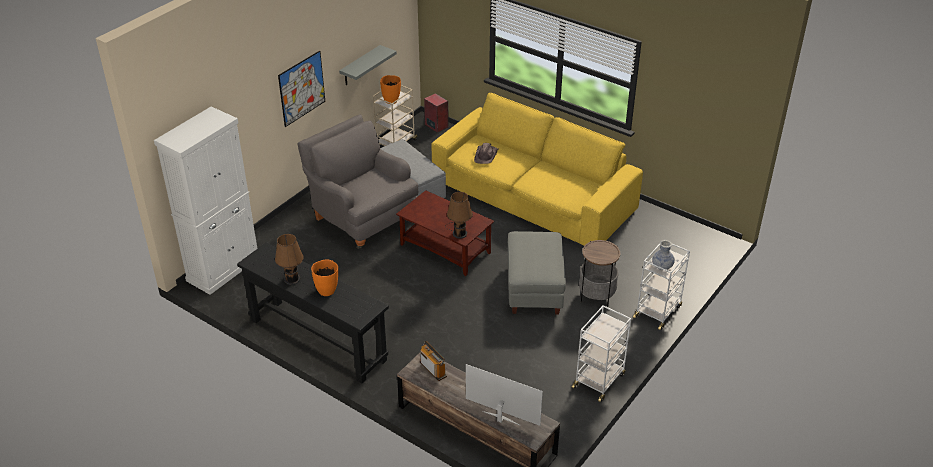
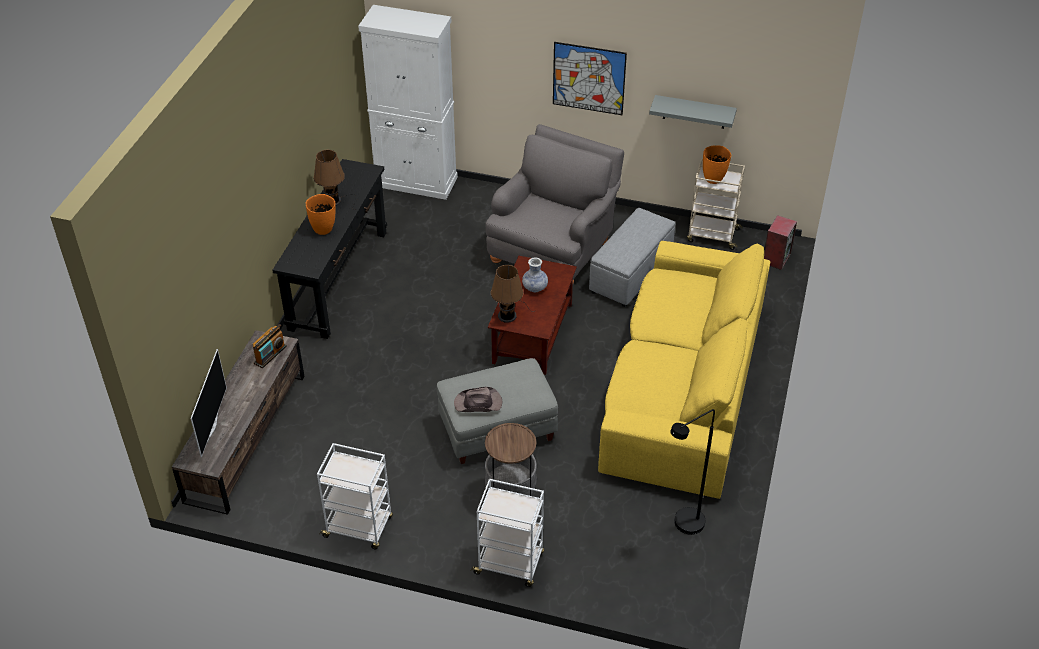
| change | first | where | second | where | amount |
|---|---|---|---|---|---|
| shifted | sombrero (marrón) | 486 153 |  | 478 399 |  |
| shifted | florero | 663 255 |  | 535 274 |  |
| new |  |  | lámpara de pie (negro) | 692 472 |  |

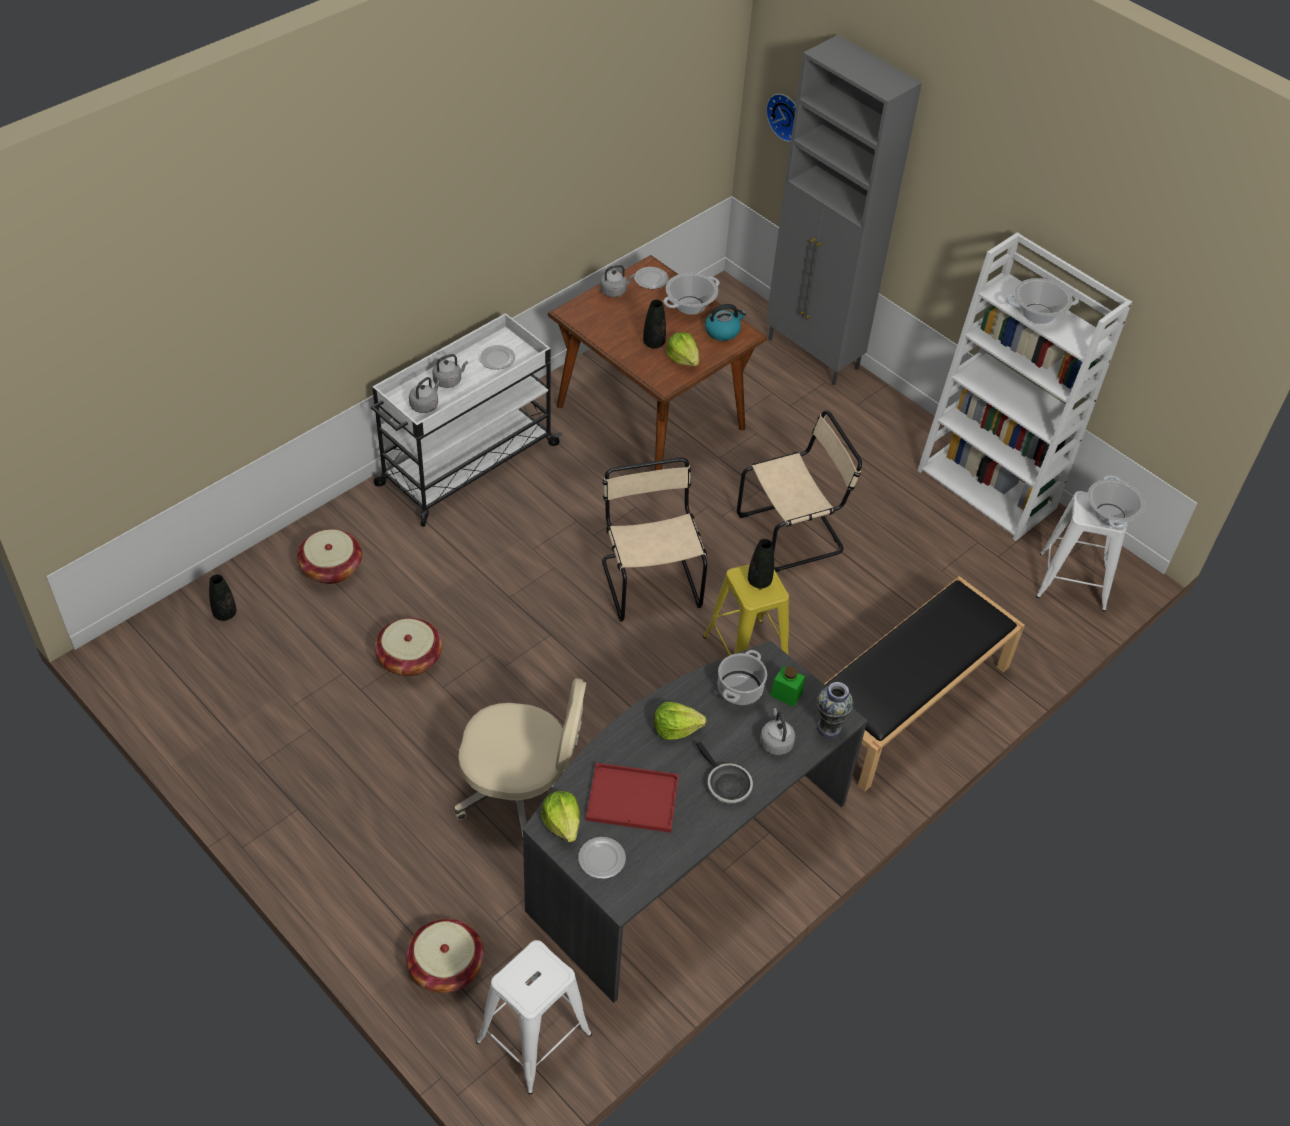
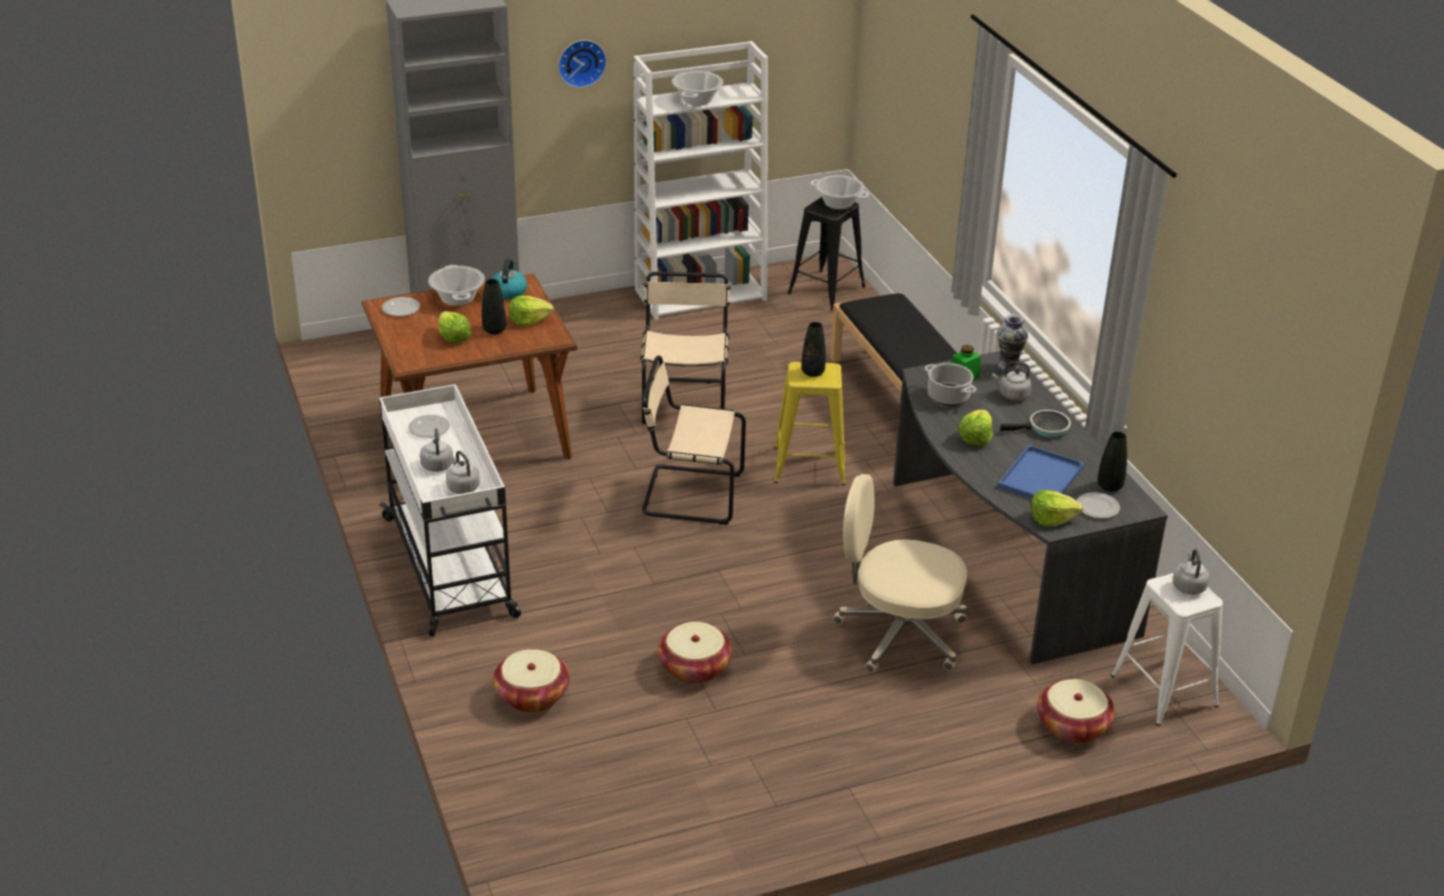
| change | first | where | second | where | amount |
|---|---|---|---|---|---|
| shifted | reloj de pared | 781 118 |  | 582 64 |  |
| shifted | hervidor (gris) | 617 281 |  | 1191 572 |  |
| repainted | taburete (blanco) | 1081 551 | taburete (negro) | 826 253 |  |
| shifted | florero (negro) | 222 597 |  | 1112 461 |  |
| rotated | silla de oficina (beis) | 520 760 |  | 900 573 | 105 degrees counterclockwise |
| repainted | bandeja (rojo) | 632 798 | bandeja (azul) | 1041 472 |  |
| new |  |  | lechuga | 454 327 |  |

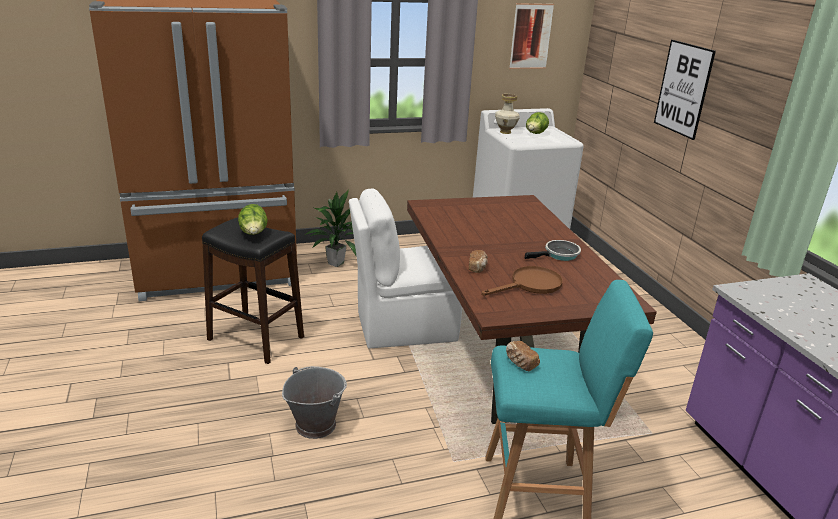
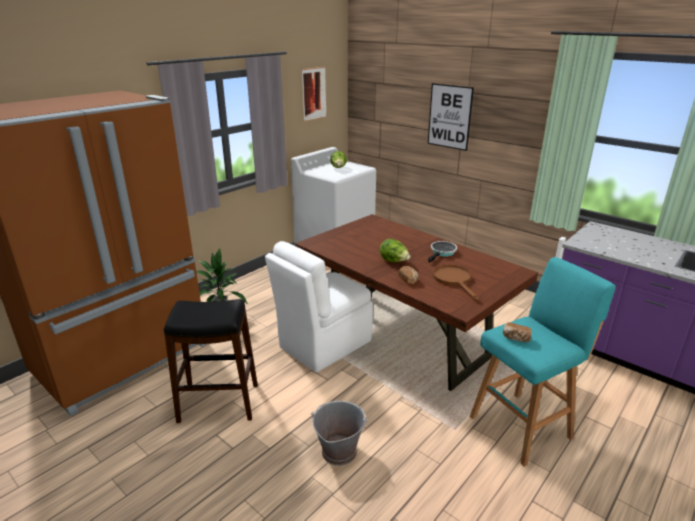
| change | first | where | second | where | amount |
|---|---|---|---|---|---|
| gone | florero | 507 114 |  |  |  |
| shifted | lechuga | 253 219 |  | 395 250 |  |
| rotated | sartén (marrón) | 522 281 |  | 456 283 | 45 degrees counterclockwise |

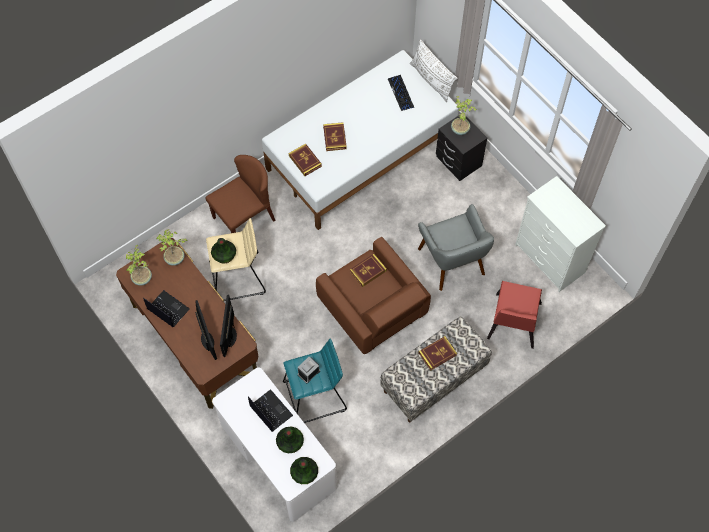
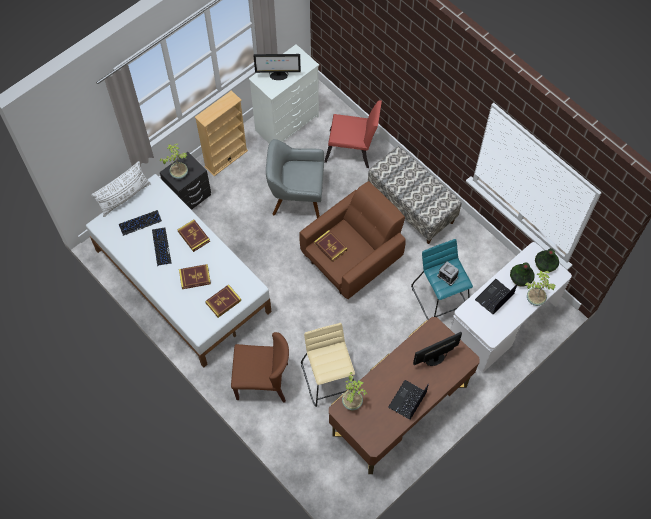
| change | first | where | second | where | amount |
|---|---|---|---|---|---|
| rotated | silla (marrón) | 241 194 |  | 260 367 | 135 degrees clockwise |
| rotated | sillón (gris) | 456 247 |  | 295 178 | 150 degrees counterclockwise |
| gone | florero | 223 251 |  |  |  |
| shifted | planta en maceta | 139 265 |  | 540 288 |  |
| shifted | monitor | 228 326 |  | 277 67 |  |
| shifted | libro | 438 353 |  | 194 236 |  |
| new |  |  | estantería (beis) | 221 133 |  |
| new |  |  | teclado | 162 247 |  |

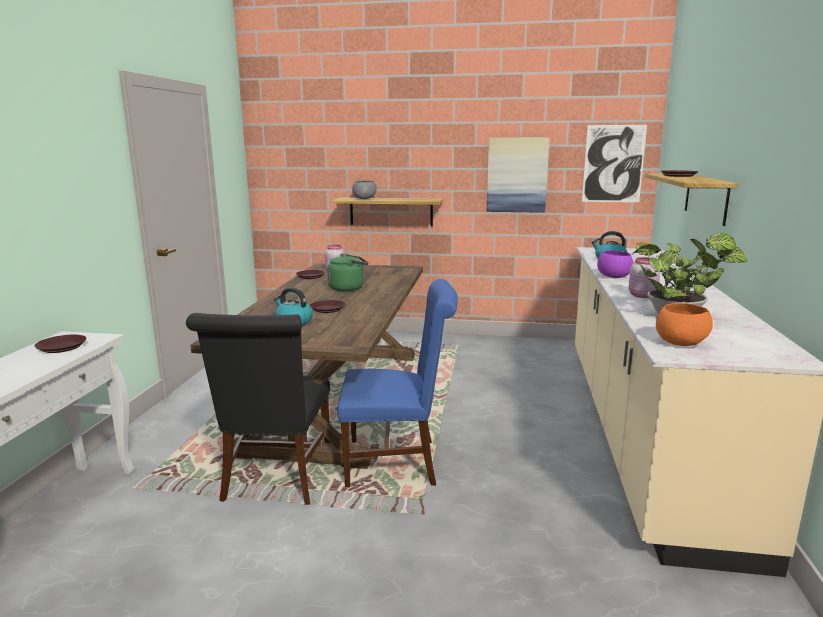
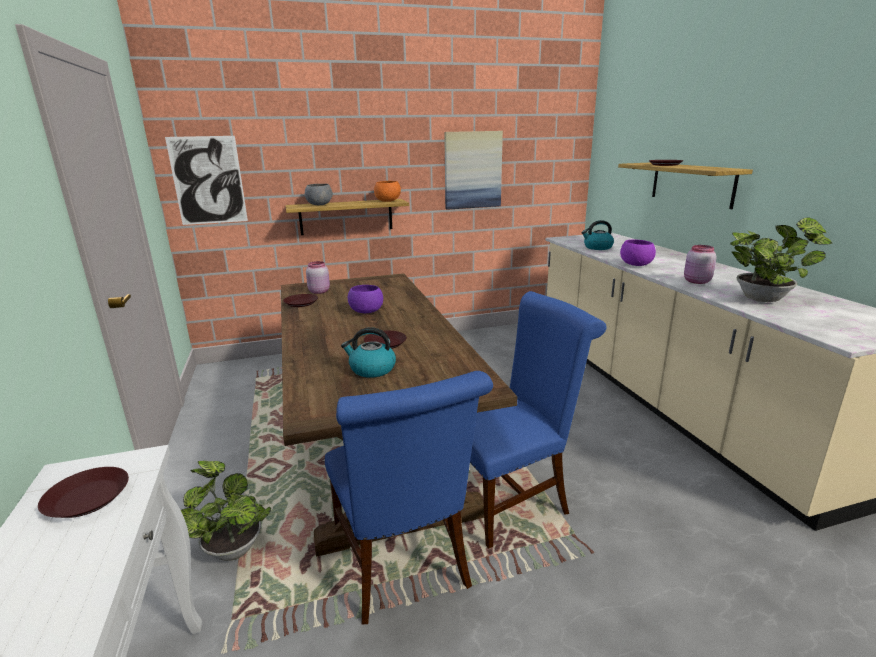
| change | first | where | second | where | amount |
|---|---|---|---|---|---|
| shifted | cuadro | 614 163 |  | 206 180 |  |
| swapped | hervidor (verde) | 347 272 | cuenco (morado) | 365 299 |  |
| shifted | cuenco (naranja) | 684 324 |  | 387 191 |  |
| repainted | silla (negro) | 258 409 | silla (azul) | 409 498 |  |
| new |  |  | planta en maceta | 226 511 |  |

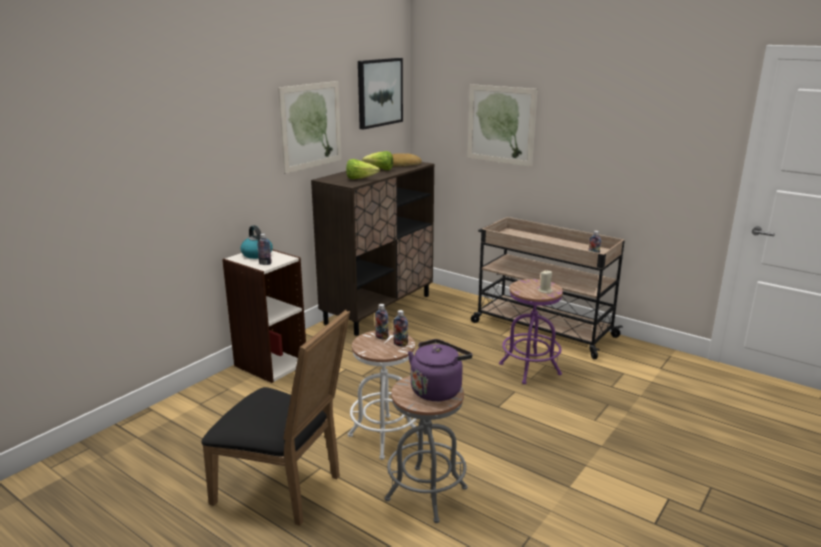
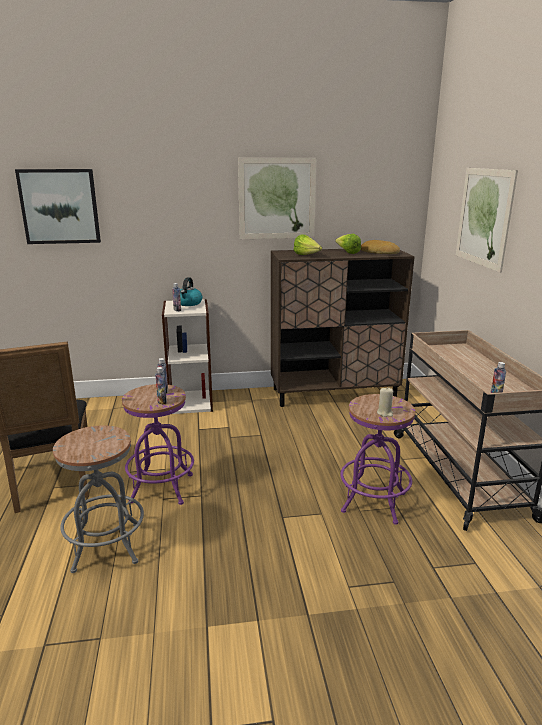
| change | first | where | second | where | amount |
|---|---|---|---|---|---|
| shifted | cuadro | 380 94 |  | 58 206 |  |
| repainted | taburete (blanco) | 383 395 | taburete (morado) | 158 444 |  |
| gone | hervidor (morado) | 440 370 |  |  |  |

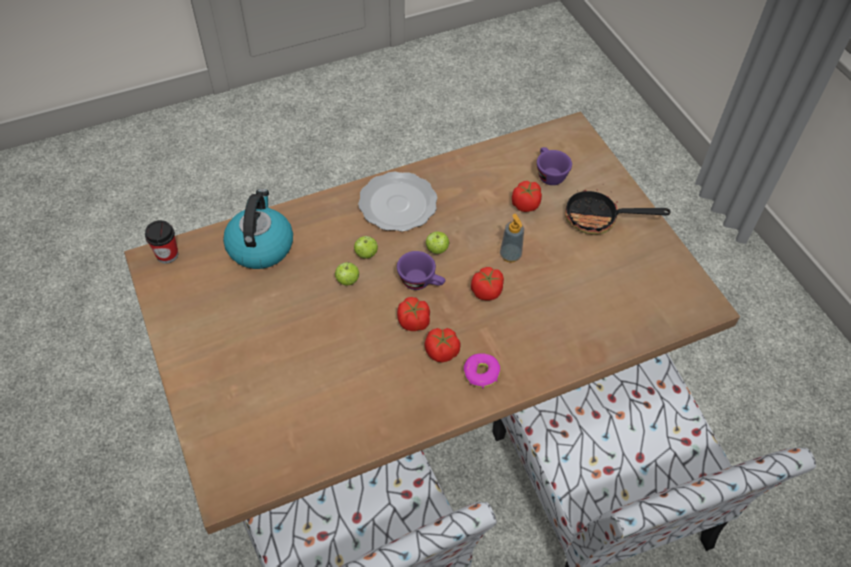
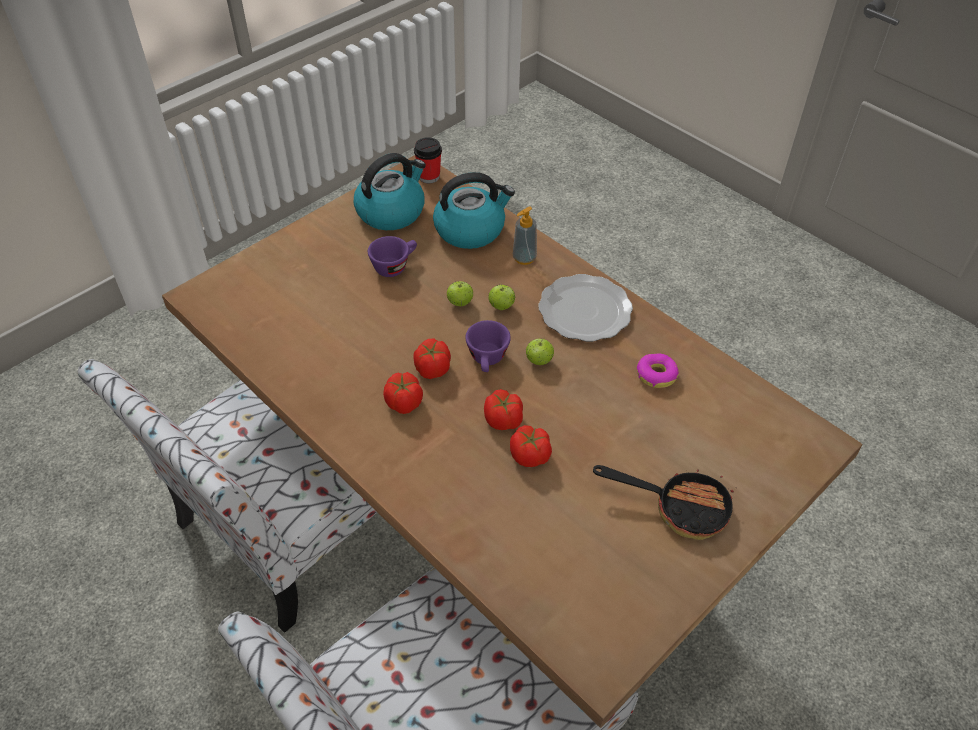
| change | first | where | second | where | amount |
|---|---|---|---|---|---|
| shifted | taza (morado) | 554 166 |  | 392 256 |  |
| shifted | tomate | 527 196 |  | 531 446 |  |
| rotated | sartén | 617 212 |  | 663 502 | 120 degrees clockwise |
| shifted | dispensador de jabón | 512 238 |  | 525 235 |  |
| shifted | rosquilla | 482 370 |  | 658 370 |  |
| new |  |  | hervidor | 390 191 |  |

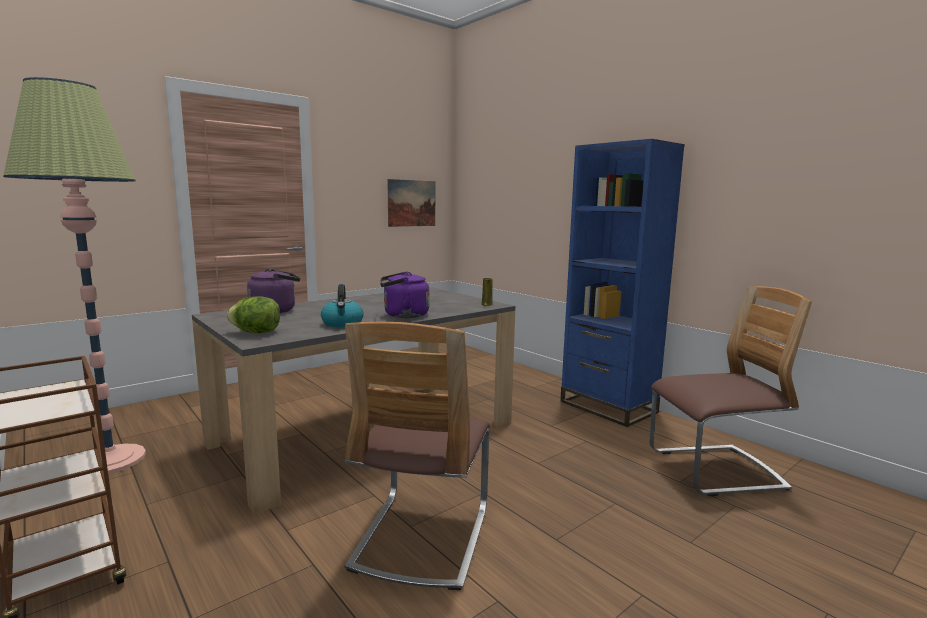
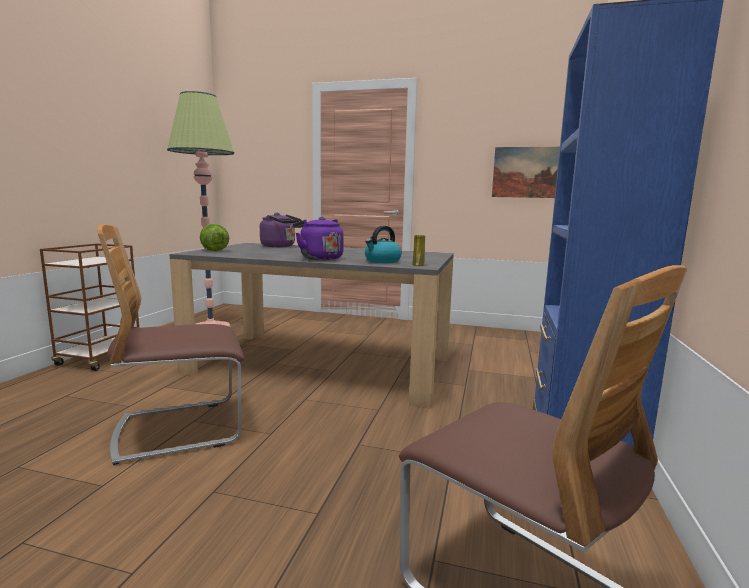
| change | first | where | second | where | amount |
|---|---|---|---|---|---|
| shifted | hervidor | 342 306 |  | 383 244 |  |

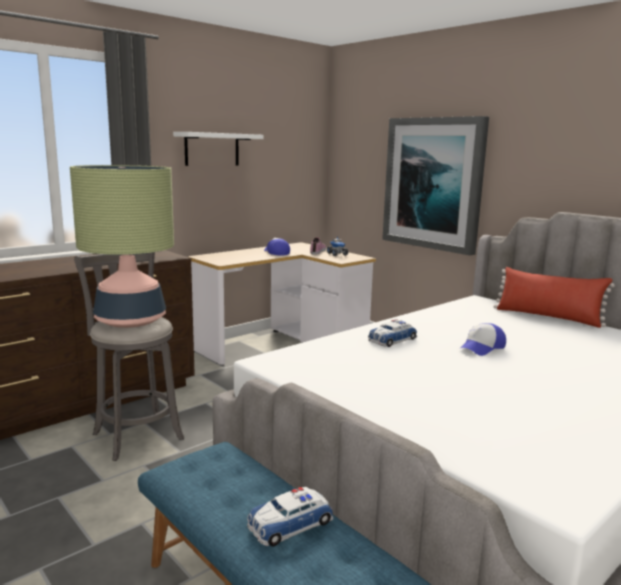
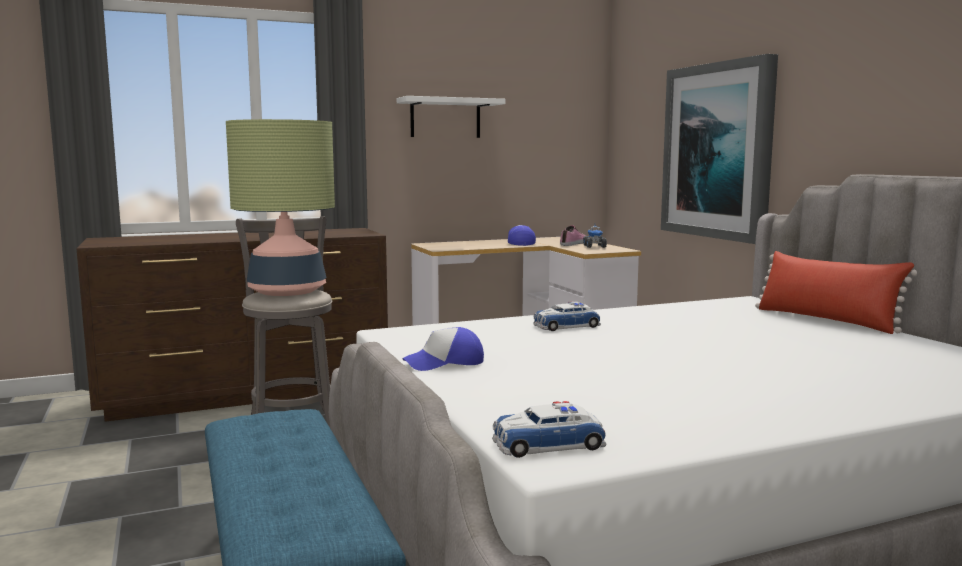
| change | first | where | second | where | amount |
|---|---|---|---|---|---|
| shifted | gorra | 482 339 |  | 443 349 |  |
| shifted | coche de juguete | 290 516 |  | 549 429 |  |

